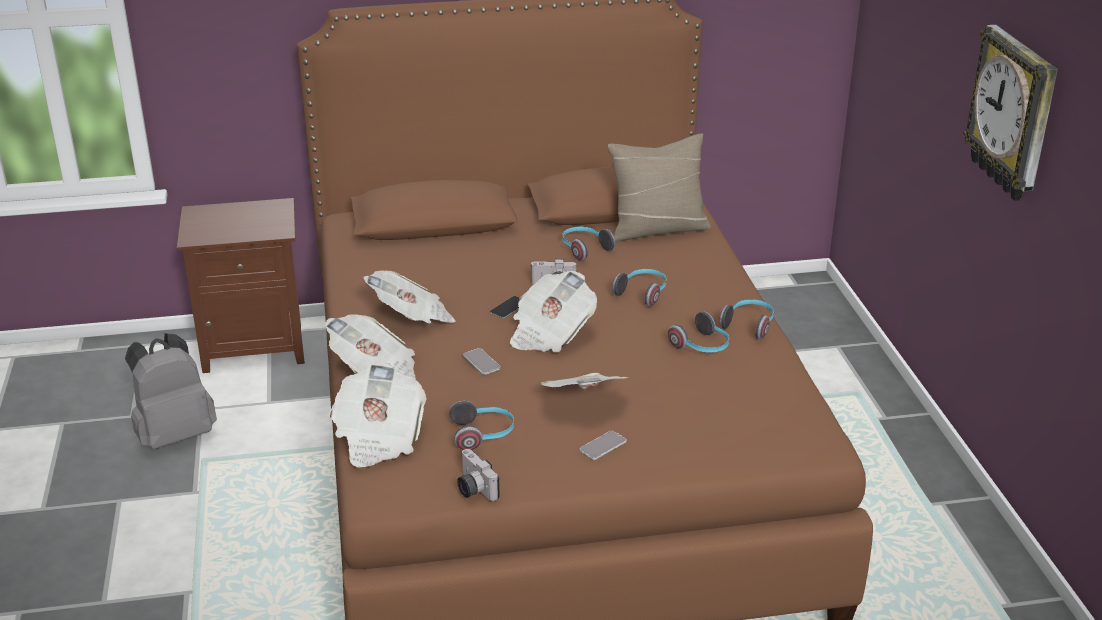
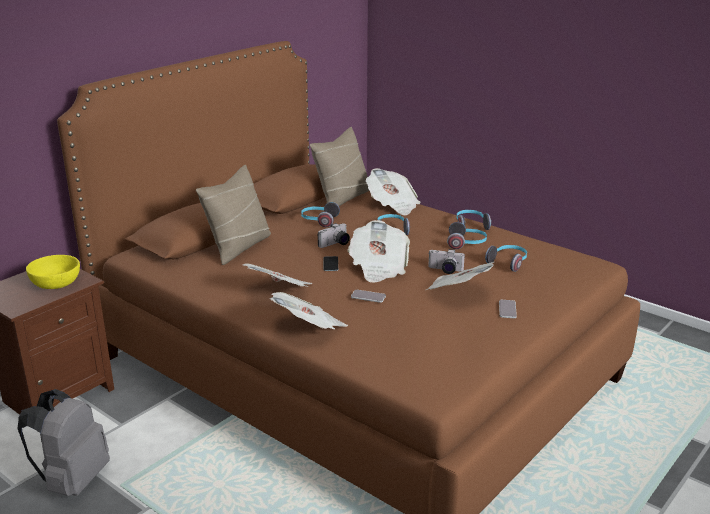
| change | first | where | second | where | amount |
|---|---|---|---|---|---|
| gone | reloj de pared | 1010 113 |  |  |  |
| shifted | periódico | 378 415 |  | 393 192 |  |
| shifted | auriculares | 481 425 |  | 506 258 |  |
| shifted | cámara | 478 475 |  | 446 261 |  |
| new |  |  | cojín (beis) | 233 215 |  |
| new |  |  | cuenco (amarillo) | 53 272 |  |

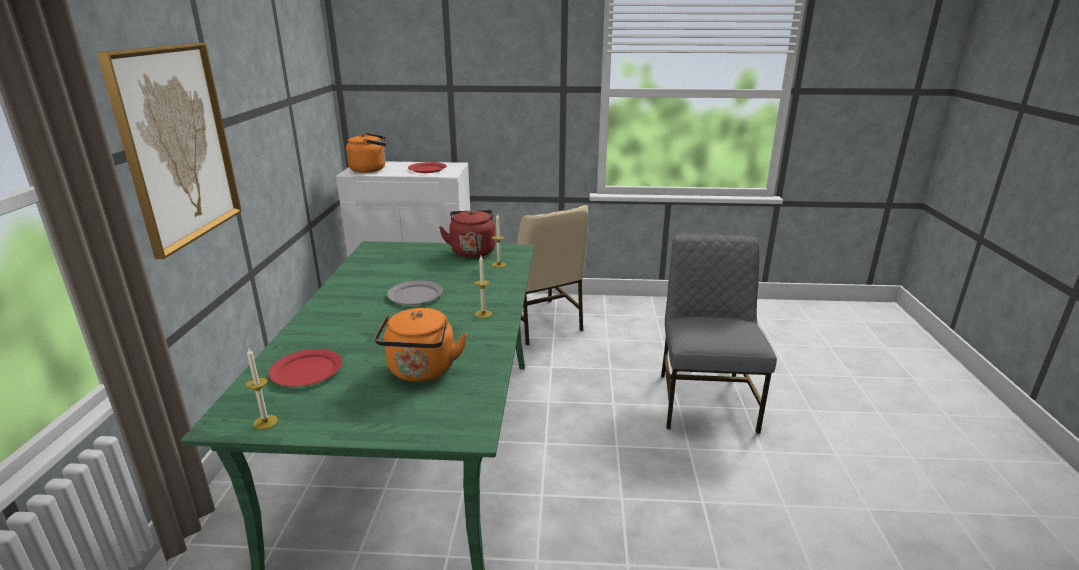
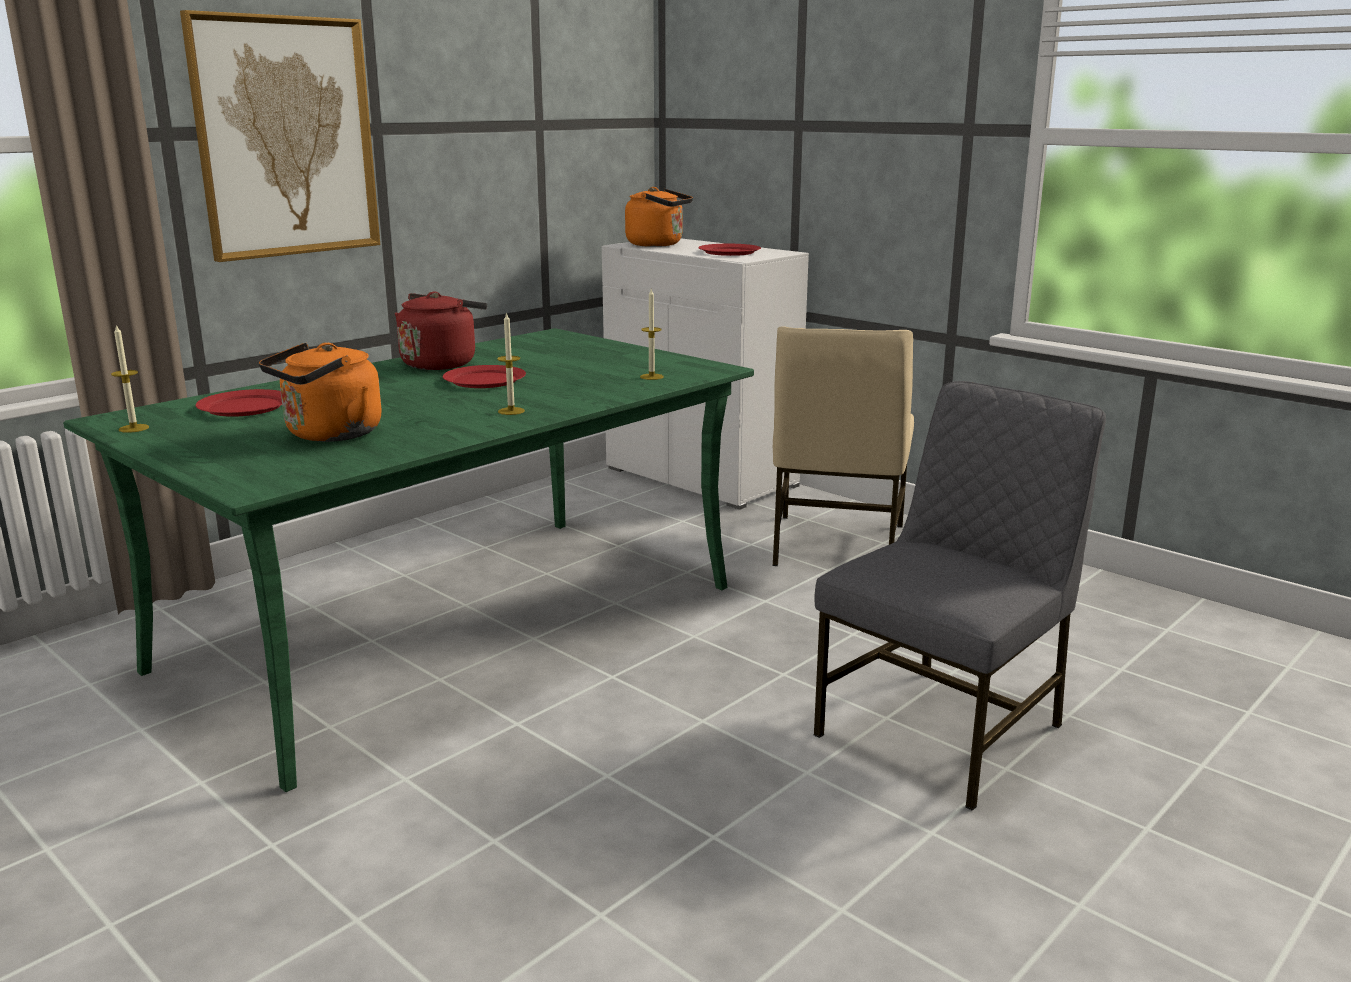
| change | first | where | second | where | amount |
|---|---|---|---|---|---|
| shifted | hervidor (rojo) | 467 234 |  | 441 331 |  |
| repainted | plato (gris) | 415 292 | plato (rojo) | 484 376 |  |

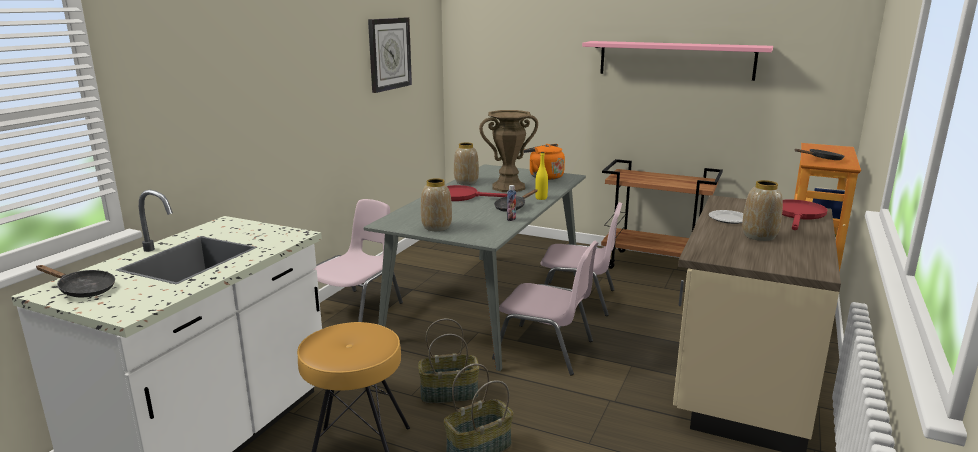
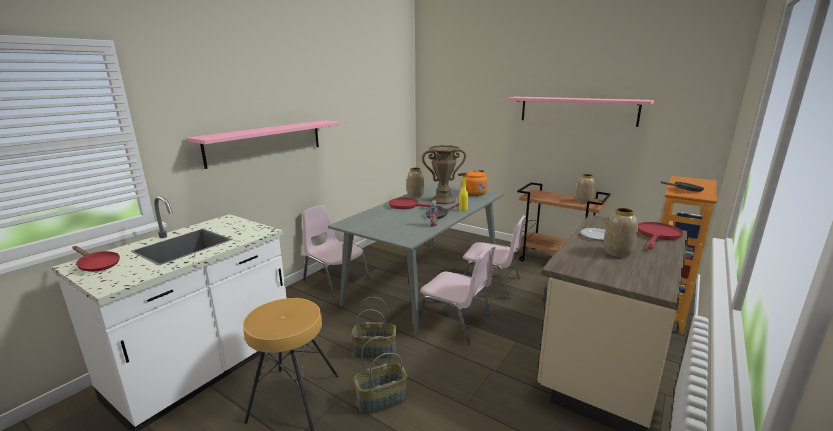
| change | first | where | second | where | amount |
|---|---|---|---|---|---|
| gone | reloj de pared | 390 55 |  |  |  |
| shifted | florero | 436 204 |  | 585 189 |  |
| rotated | silla (rosa) | 358 260 |  | 336 251 | 90 degrees counterclockwise |
| repainted | sartén (negro) | 75 281 | sartén (rojo) | 96 259 |  |
| new |  |  | estante (rosa) | 263 144 |  |

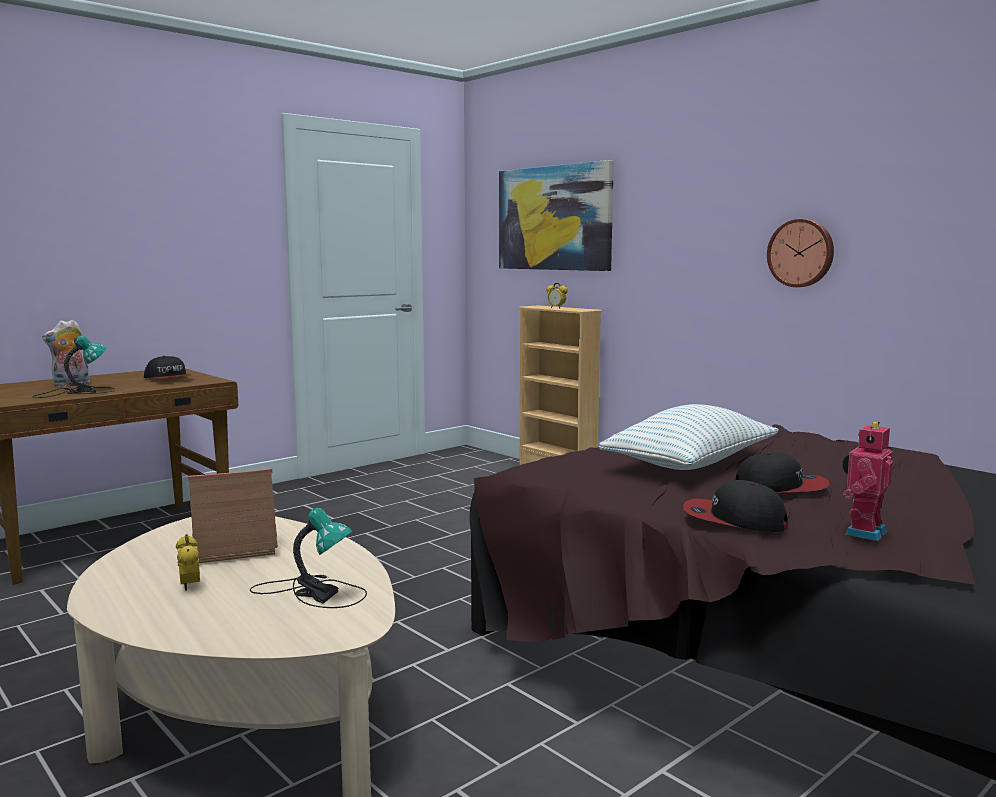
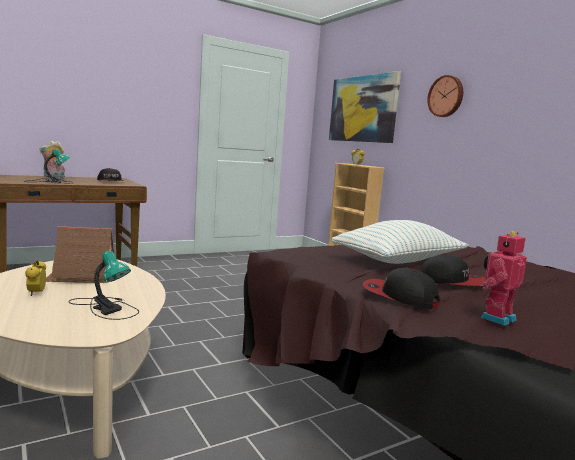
| change | first | where | second | where | amount |
|---|---|---|---|---|---|
| shifted | reloj de pared | 800 253 |  | 445 96 |  |

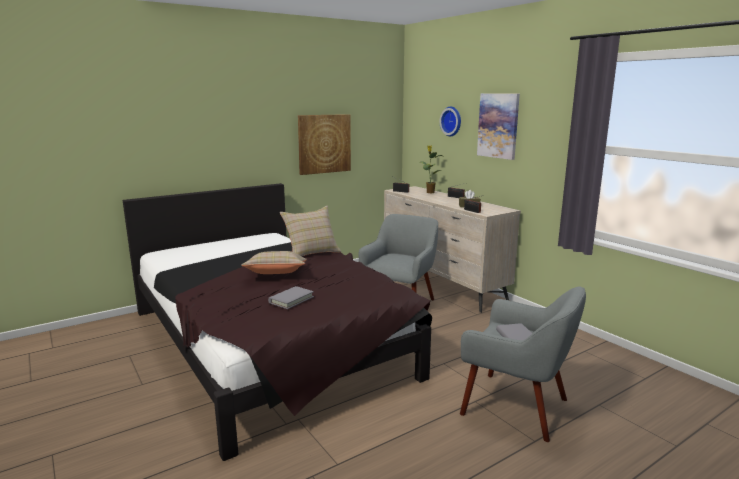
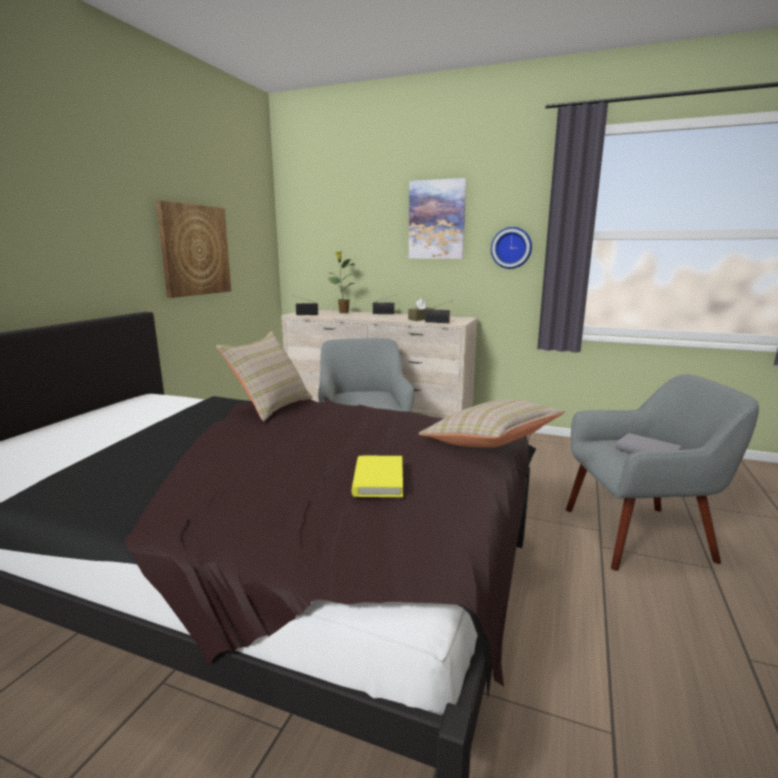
| change | first | where | second | where | amount |
|---|---|---|---|---|---|
| shifted | reloj de pared | 450 122 |  | 511 248 |  |
| shifted | cojín (beis) | 274 262 |  | 491 424 |  |
| repainted | libro (gris) | 291 297 | libro (amarillo) | 377 476 |  |

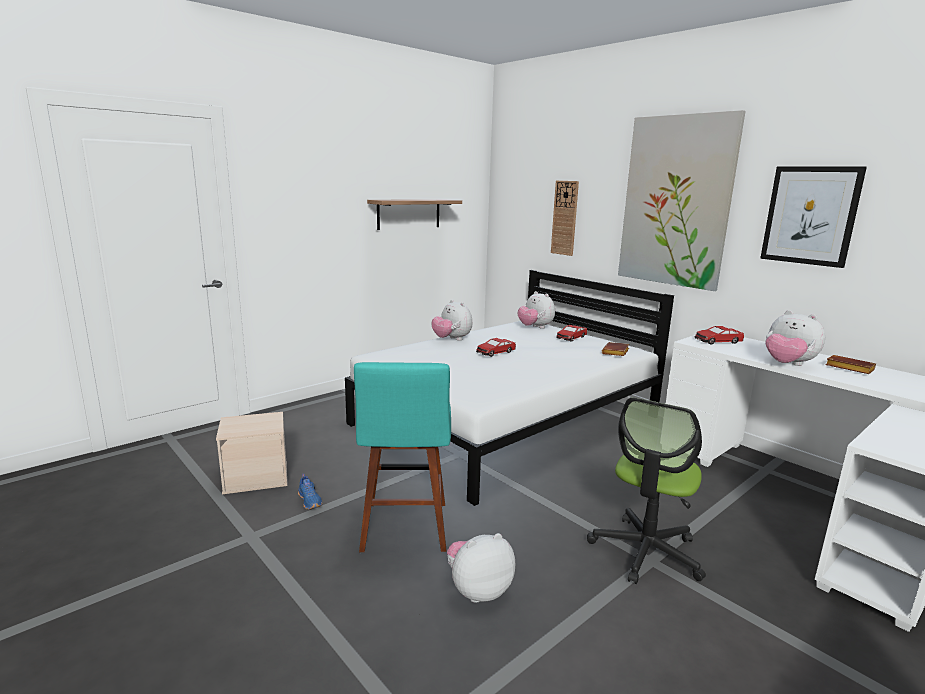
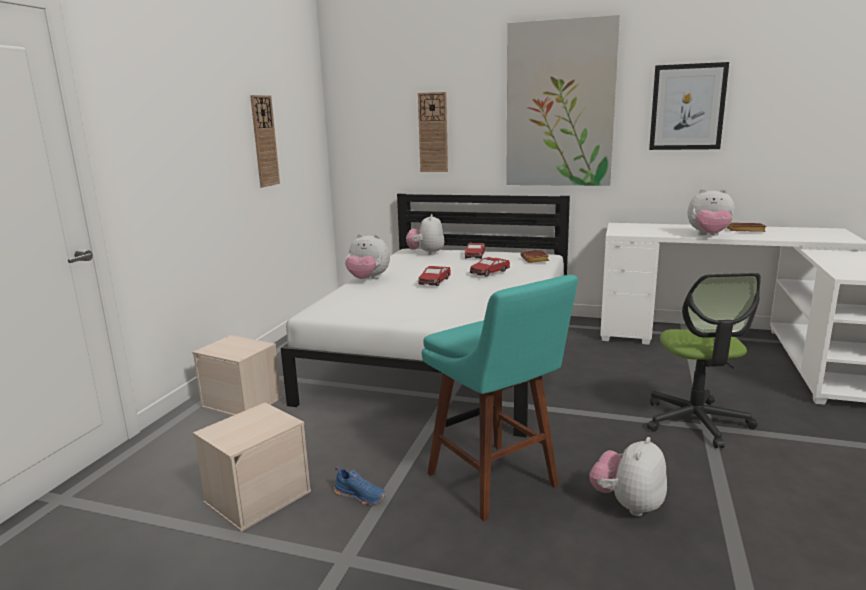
| change | first | where | second | where | amount |
|---|---|---|---|---|---|
| swapped | estante | 414 214 | reloj de pared | 265 141 |  |
| rotated | peluche | 536 310 |  | 425 234 | 75 degrees clockwise |
| shifted | coche de juguete | 719 335 |  | 490 267 |  |
| new |  |  | caja de almacenaje (beis) | 237 375 |  |

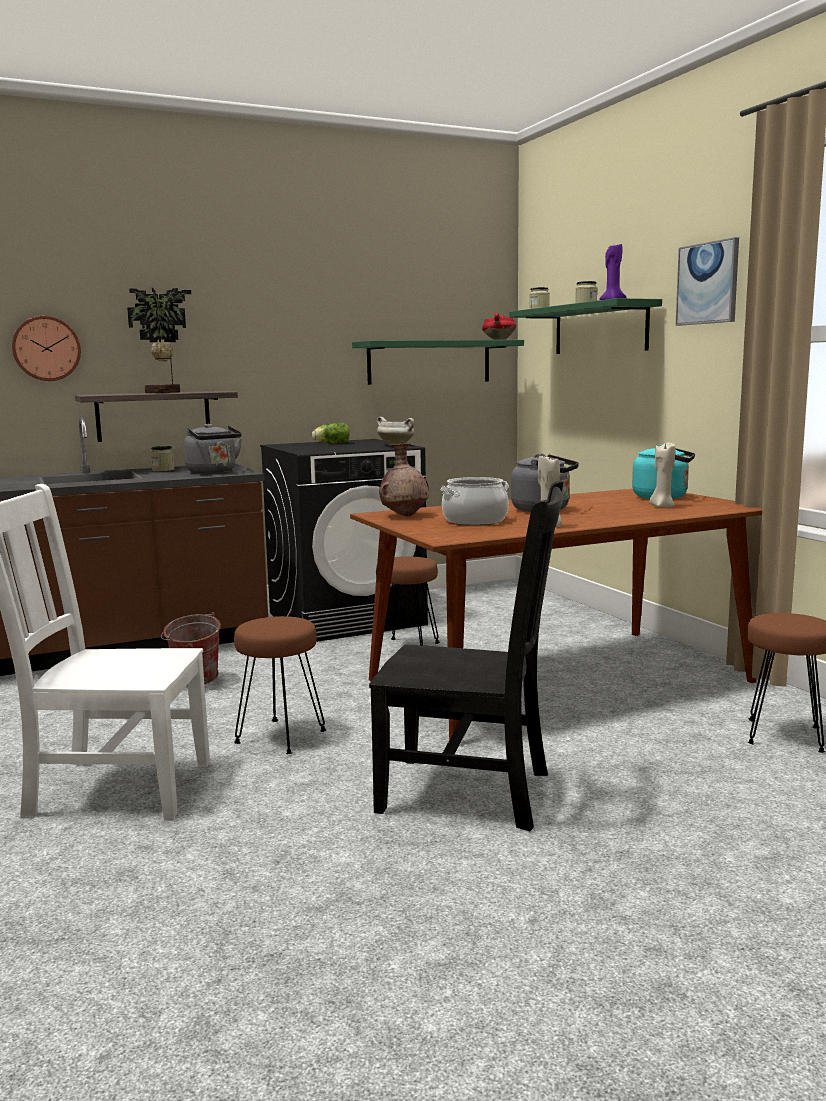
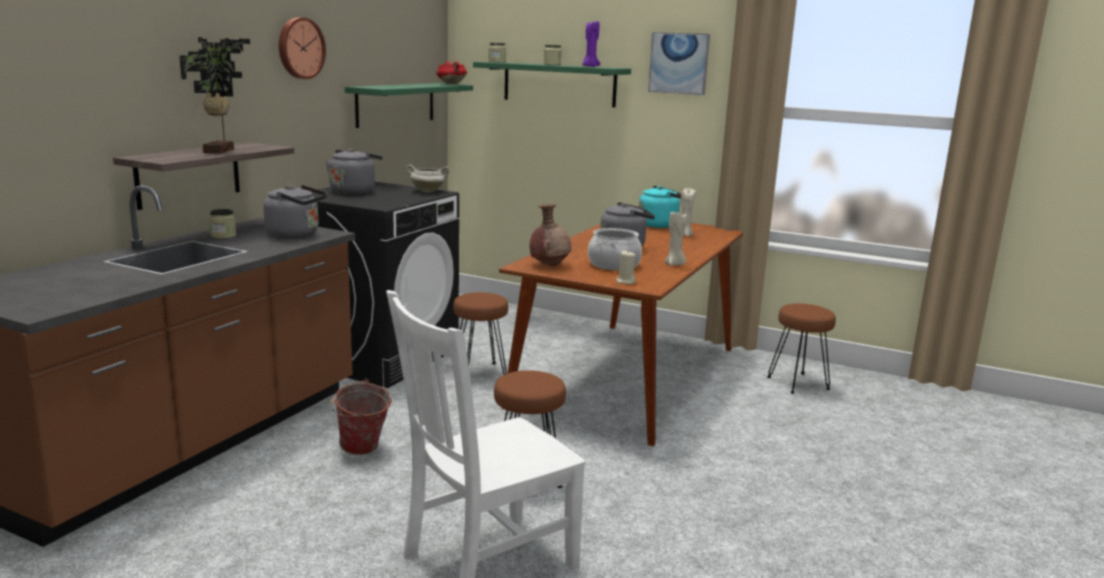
| change | first | where | second | where | amount |
|---|---|---|---|---|---|
| shifted | reloj de pared | 46 348 |  | 302 48 |  |
| swapped | lechuga | 331 433 | hervidor (gris) | 354 171 |  |
| gone | silla (negro) | 466 655 |  |  |  |
| new |  |  | vela (beis) | 626 267 |  |

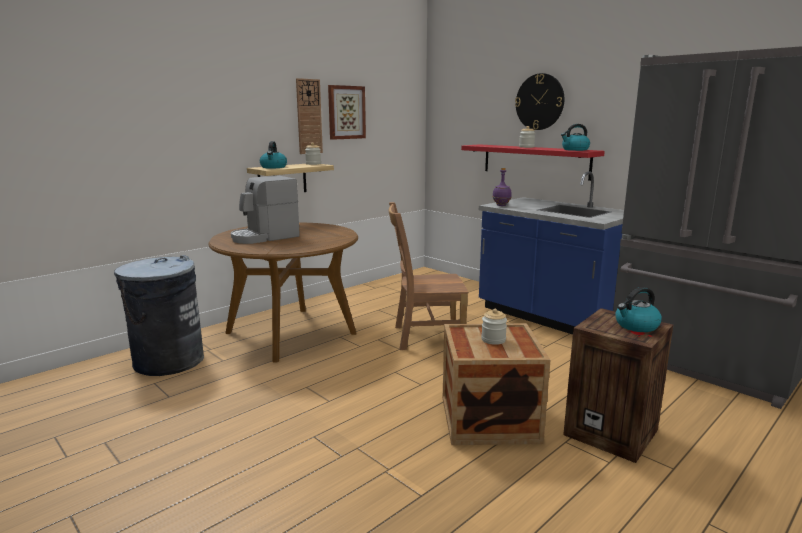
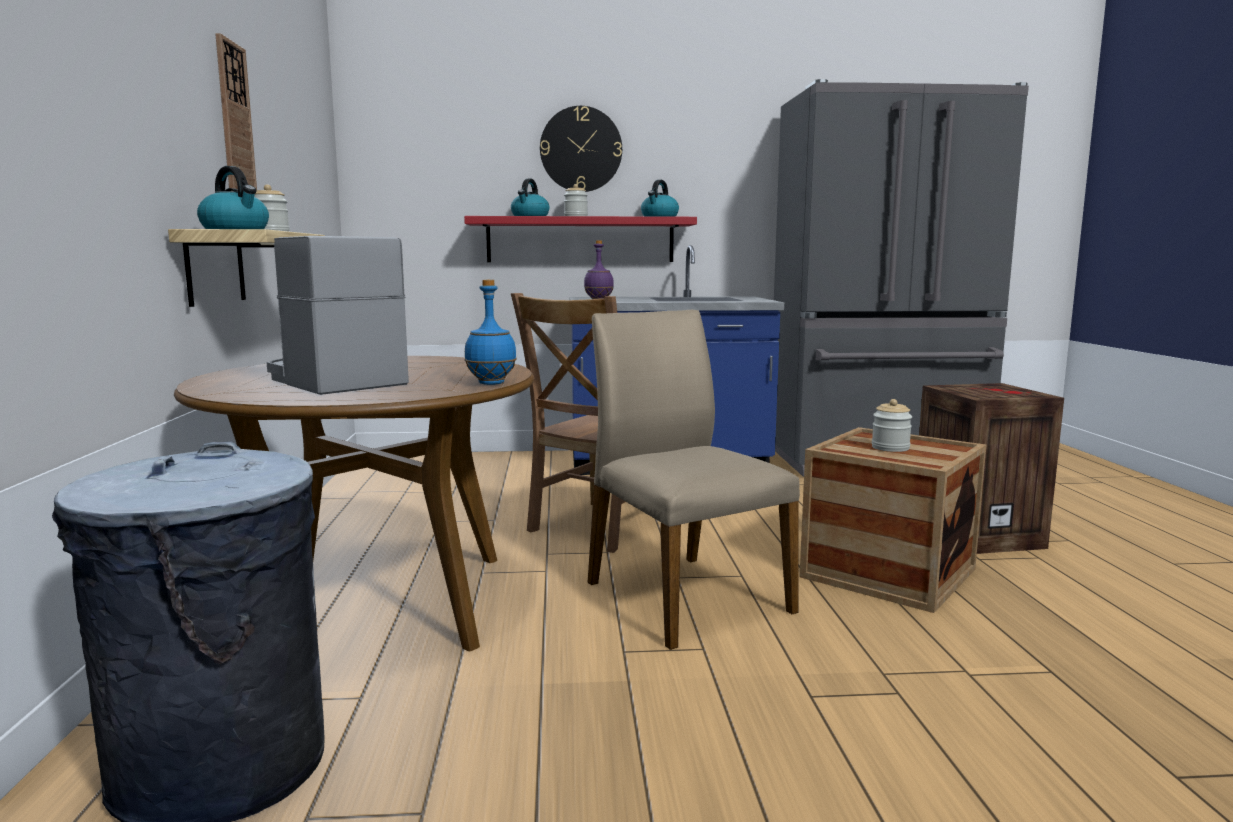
| change | first | where | second | where | amount |
|---|---|---|---|---|---|
| gone | cuadro | 347 112 |  |  |  |
| rotated | cafetera | 265 210 |  | 338 315 | 135 degrees clockwise |
| shifted | hervidor | 638 309 |  | 530 197 |  |
| new |  |  | botella (azul) | 490 332 |  |
| new |  |  | silla (beis) | 694 480 |  |

